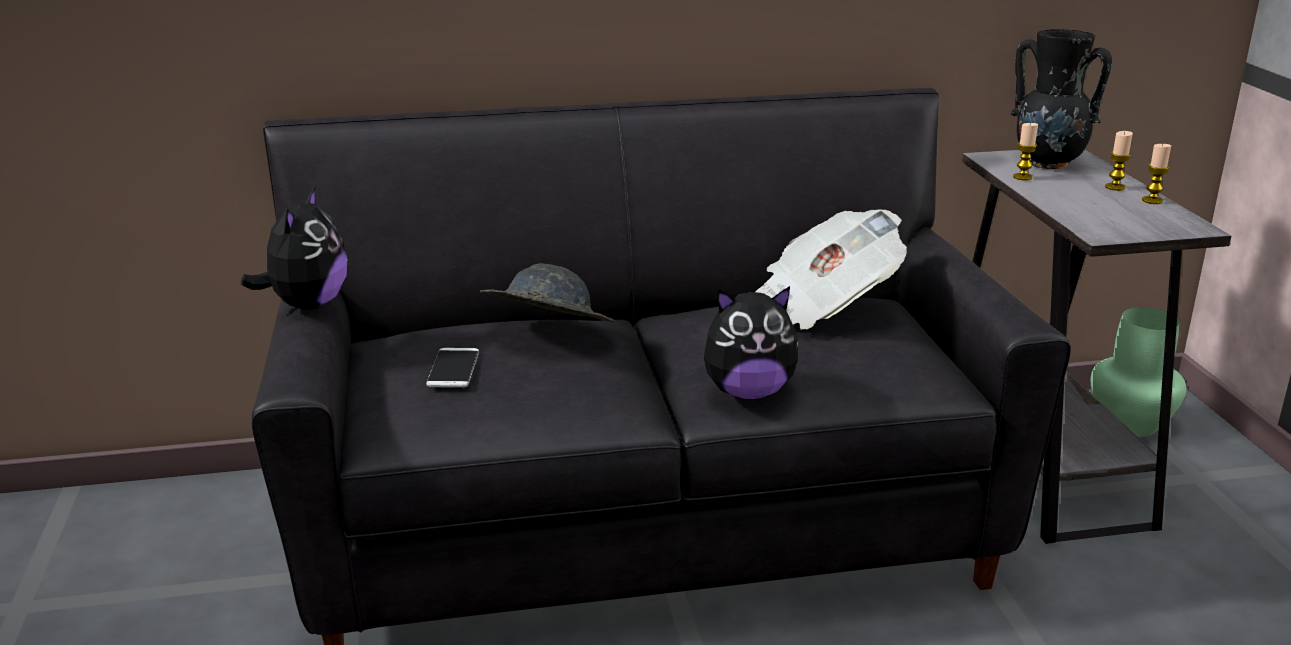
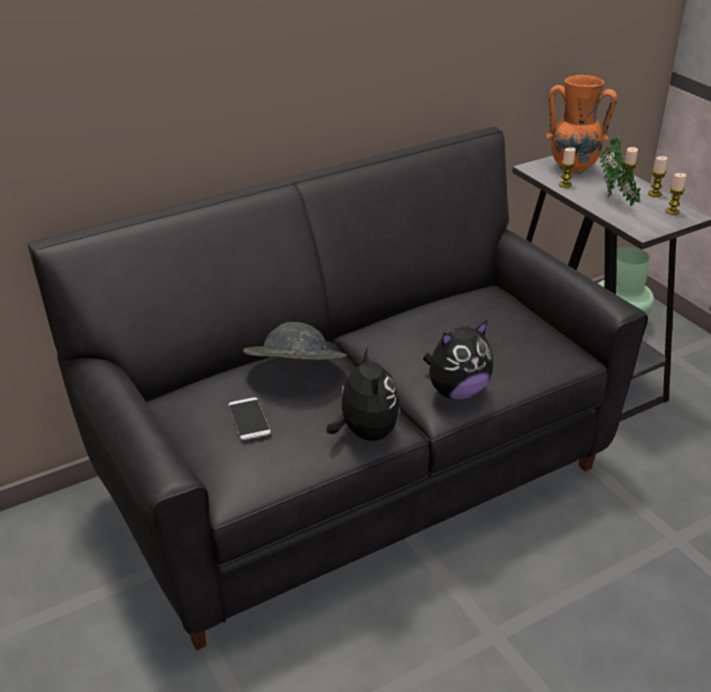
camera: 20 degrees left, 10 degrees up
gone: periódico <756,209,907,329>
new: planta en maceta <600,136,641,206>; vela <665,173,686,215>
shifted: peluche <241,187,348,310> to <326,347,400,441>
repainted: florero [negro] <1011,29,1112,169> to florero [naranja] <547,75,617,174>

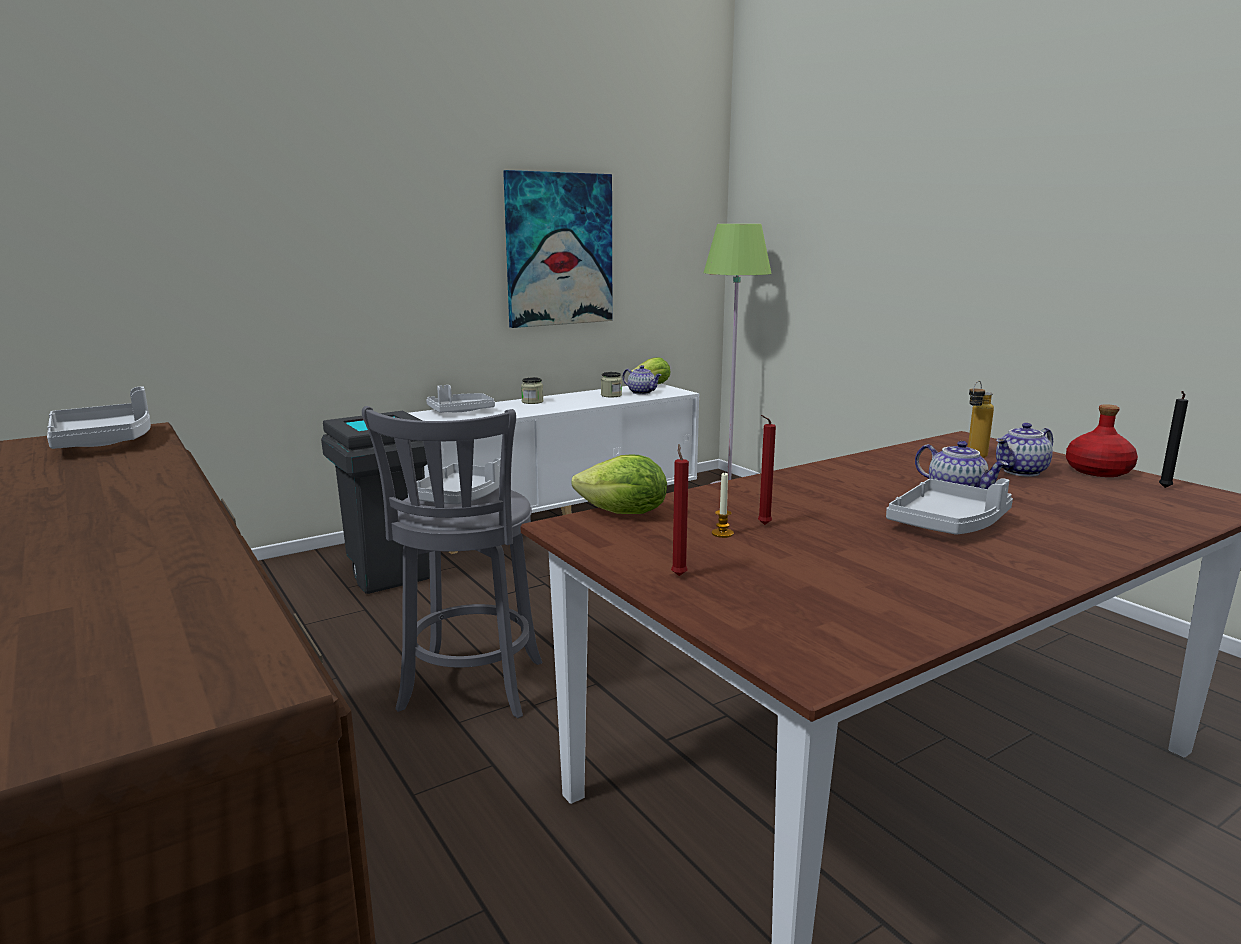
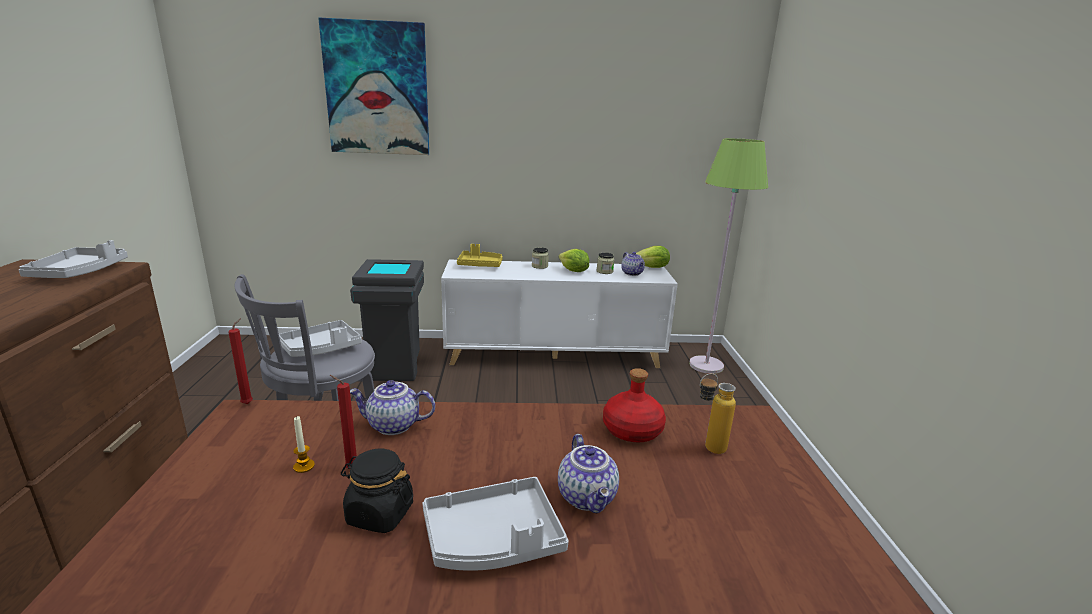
camera: 30 degrees right, 5 degrees up
gone: vela [negro] <1159,391,1188,488>
new: tarro [negro] <341,449,413,533>
shifted: cuadro <503,170,612,328> to <318,17,429,155>; lechuga <572,455,667,514> to <559,249,589,272>; vela [rojo] <671,444,689,576> to <228,318,253,404>; tetera <996,423,1053,477> to <350,380,435,435>; botella [rojo] <1066,404,1138,477> to <603,368,666,442>
repainted: bandeja [gris] <426,385,495,413> to bandeja [amarillo] <457,244,503,267>

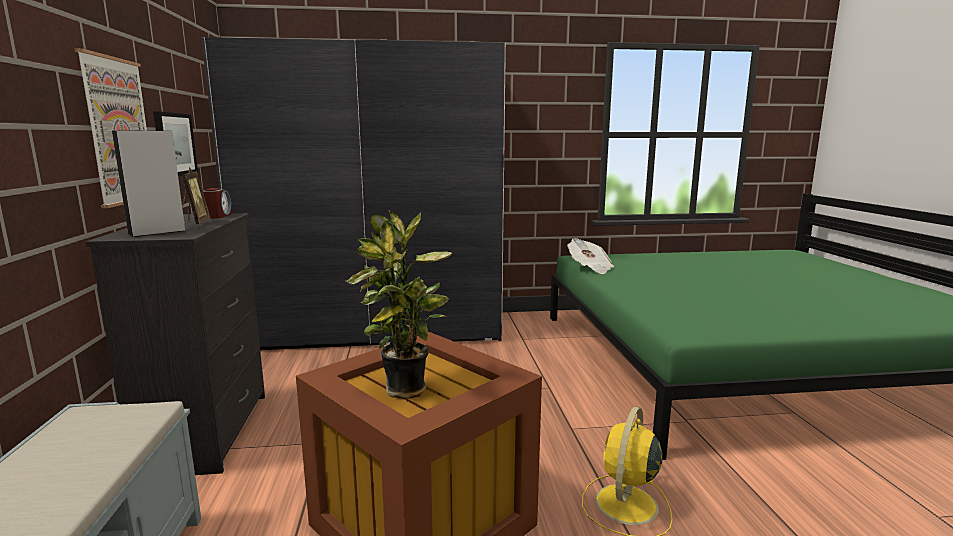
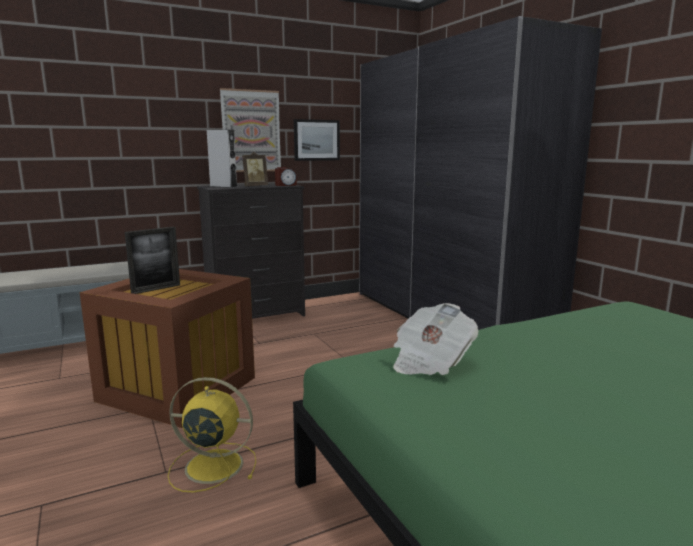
camera: 70 degrees right, 0 degrees up
shifted: periódico <567,238,614,274> to <393,303,479,375>
swapped: planta en maceta <346,211,452,399> to portarretratos <125,227,180,294>

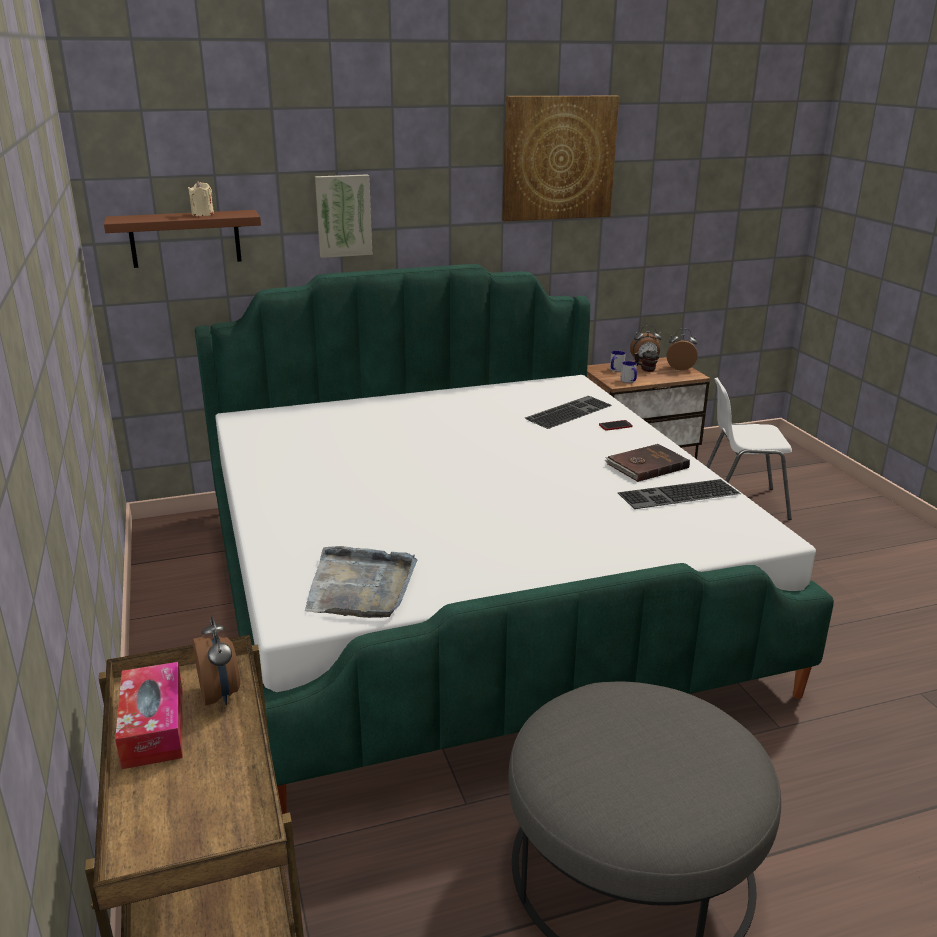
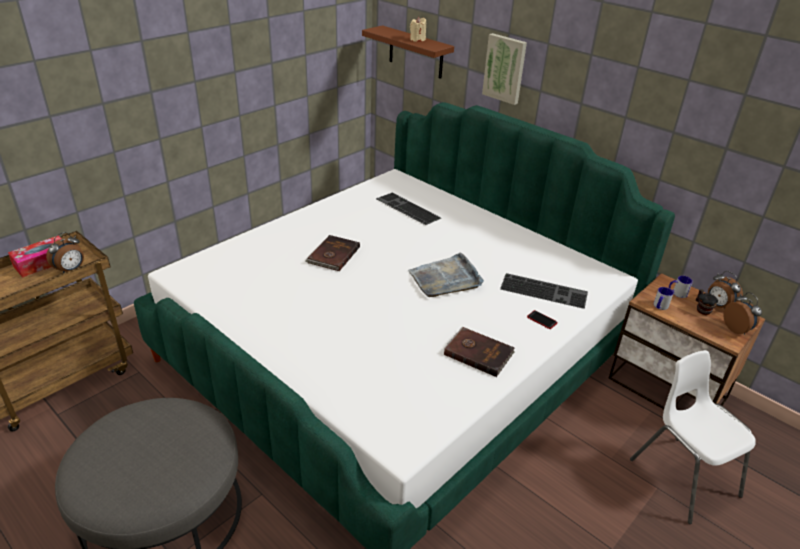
camera: 60 degrees right, 10 degrees up
gone: cuadro <502,96,620,221>
new: libro [marrón] <305,235,360,271>
shifted: bandeja [gris] <305,546,417,618> to <408,253,484,297>; teclado <618,479,741,509> to <376,193,441,225>

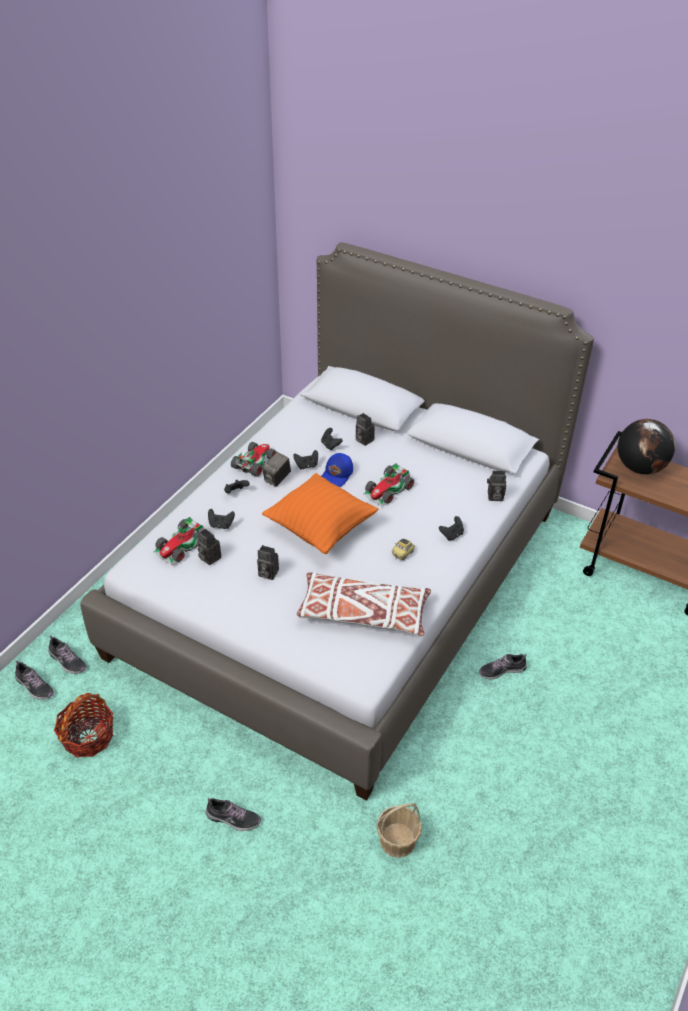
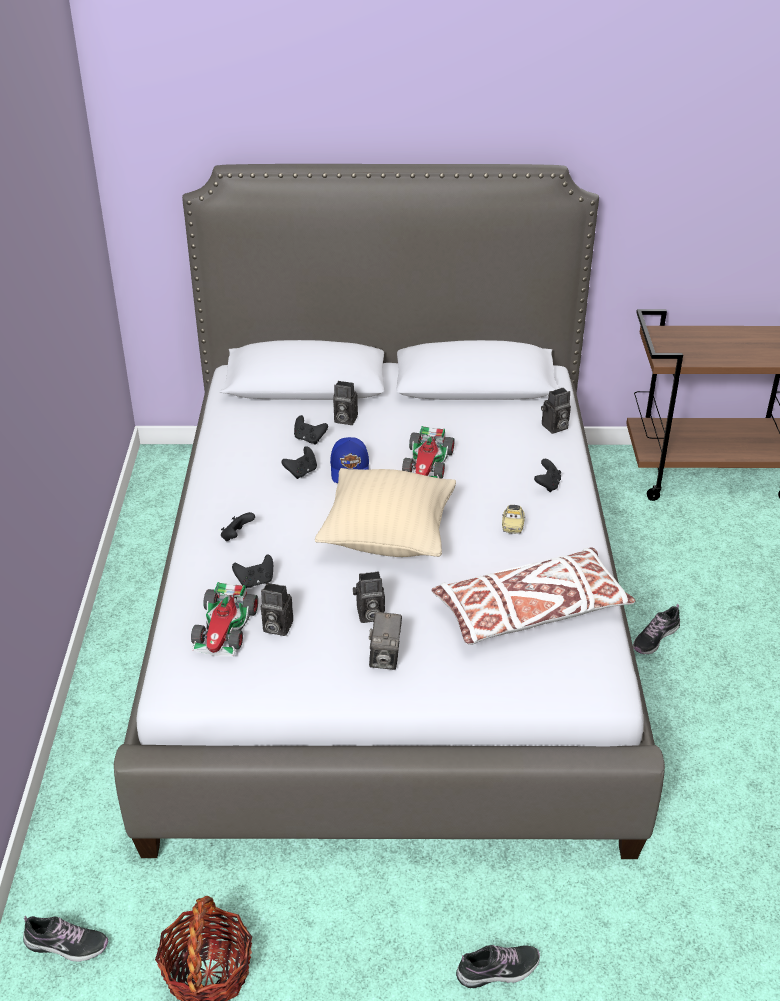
camera: 30 degrees left, 5 degrees down
gone: zapato <48,635,86,674>; coche de juguete <231,442,278,477>; cesta <376,803,422,858>; globo terráqueo <618,419,675,475>
shifted: cámara <262,452,291,487> to <369,612,402,670>
repainted: cojín [naranja] <262,473,378,554> to cojín [beis] <315,468,456,557>

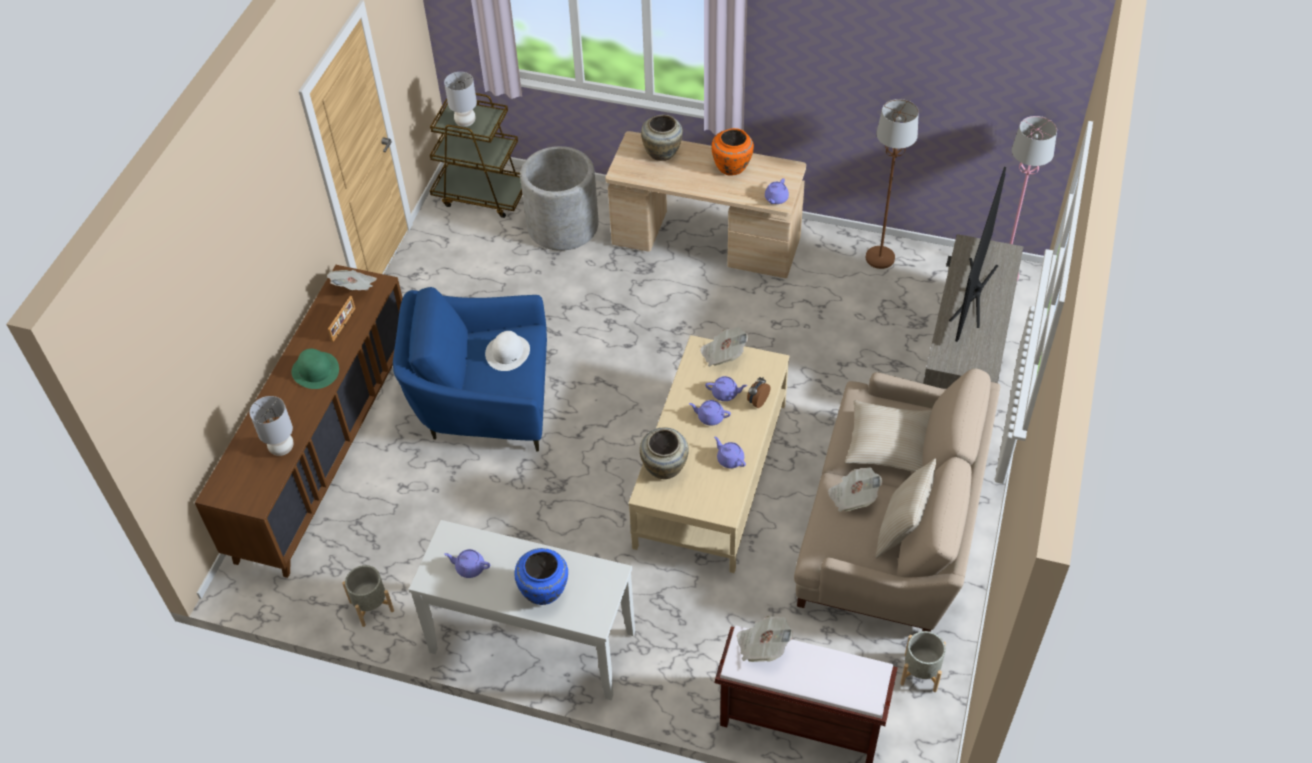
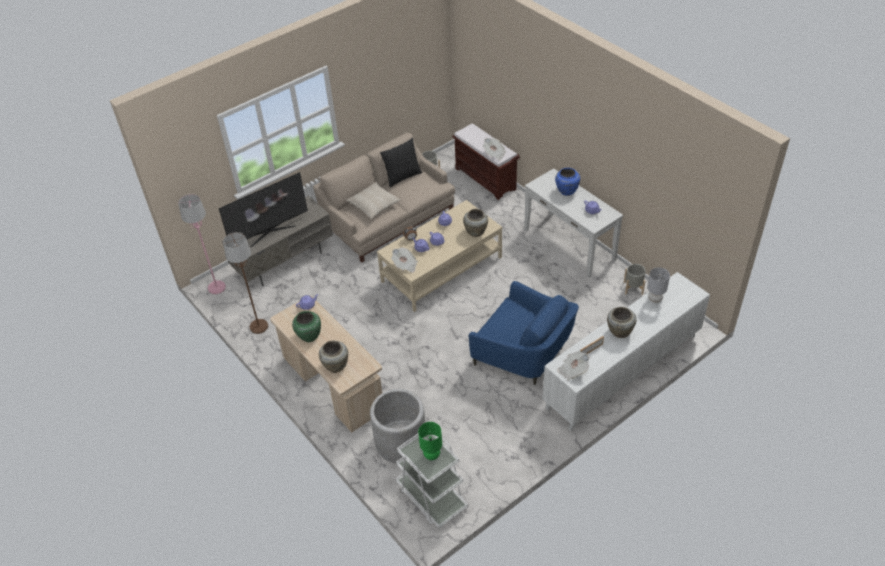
camera: 145 degrees left, 5 degrees down
gone: sombrero [blanco] <485,331,530,371>; periódico <828,467,883,512>
swapped: sombrero [verde] <291,349,339,389> to florero [beis] <607,307,636,338>
repainted: armario [marrón] <195,265,403,578> to armario [blanco] <542,272,710,431>; carrito [marrón] <430,93,523,218> to carrito [blanco] <396,434,468,528>; lámpara de mesa [gris] <444,72,477,127> to lámpara de mesa [verde] <418,422,442,460>; florero [naranja] <711,128,754,176> to florero [verde] <292,311,321,342>; cojín [beis] <875,458,937,558> to cojín [negro] <380,138,422,187>

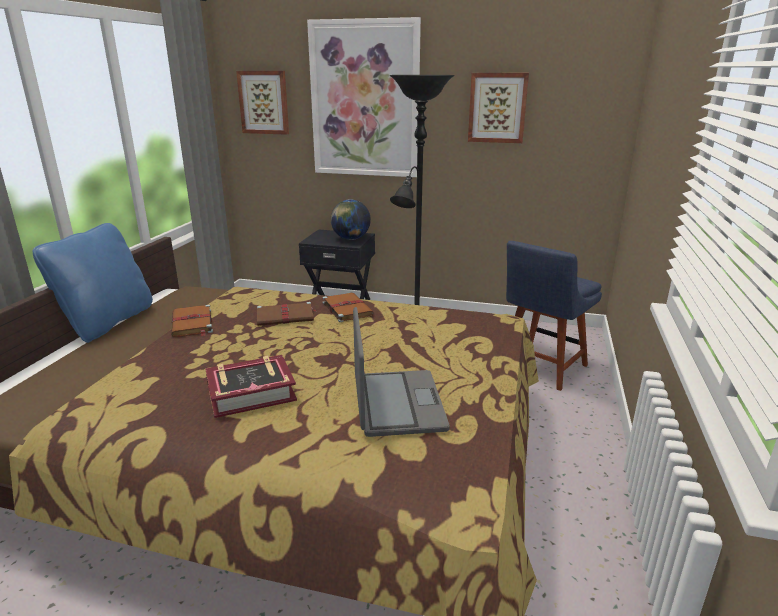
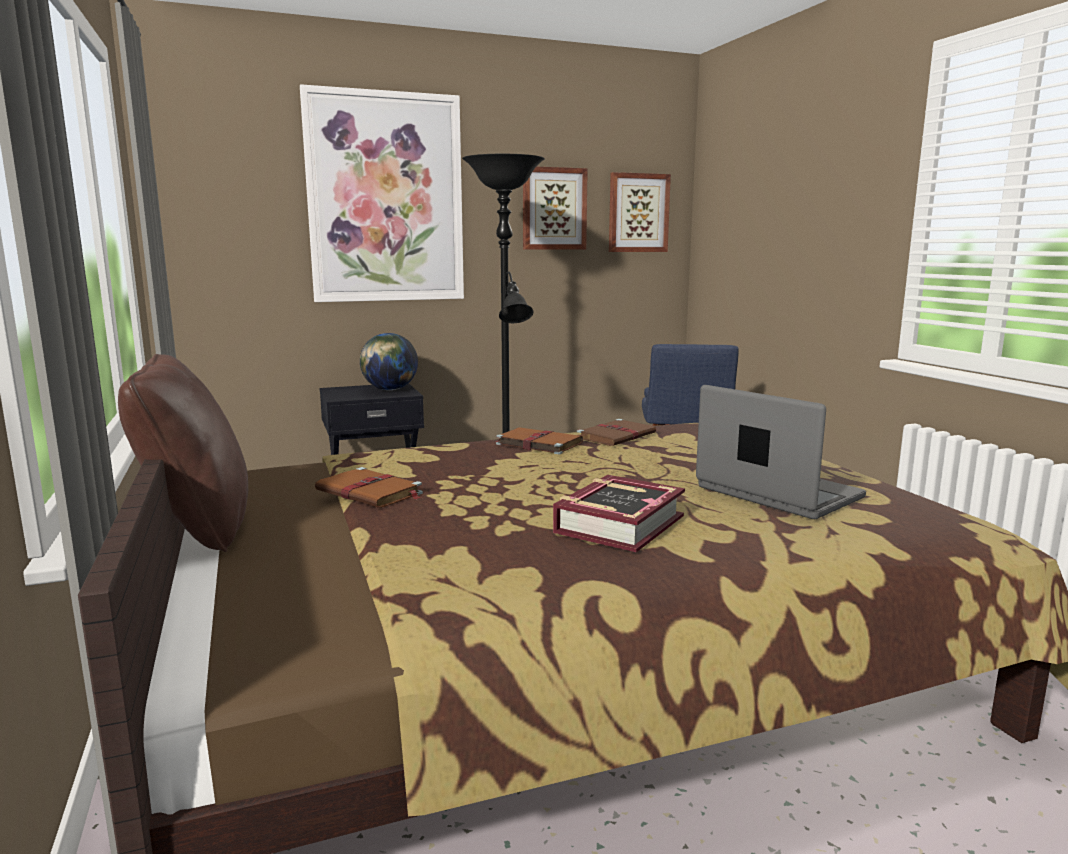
camera: 35 degrees left, 10 degrees down
shifted: cuadro <236,71,289,135> to <609,172,671,252>; libro [marrón] <257,302,315,326> to <577,419,656,446>
repainted: cojín [azul] <33,223,153,343> to cojín [marrón] <118,354,248,552>

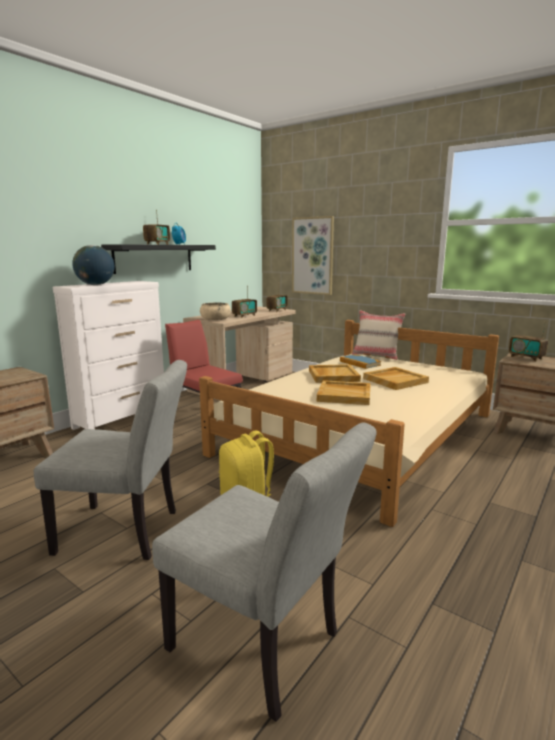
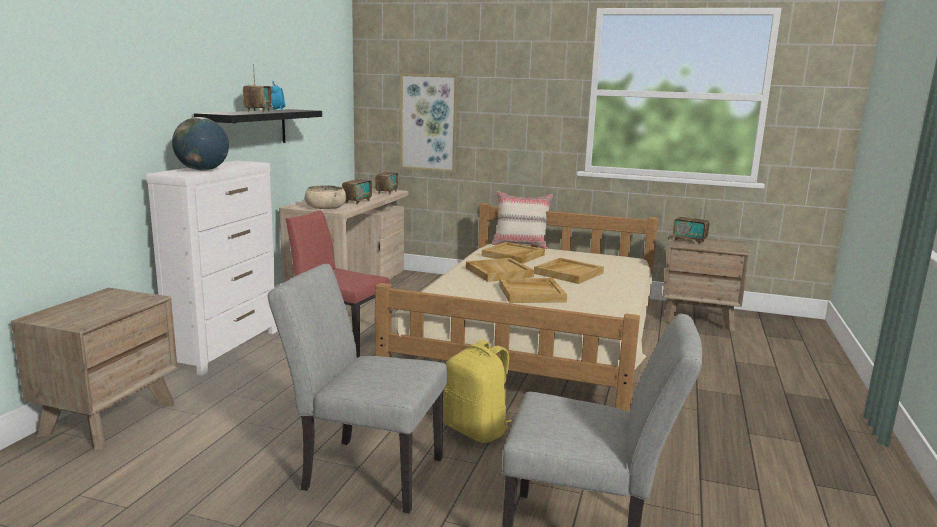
camera: 20 degrees left, 0 degrees up
swapped: libro <340,354,381,369> to bandeja [beis] <482,242,545,264>
rotated: silla [gris] <34,360,187,560> = <268,264,447,514> 150 degrees counterclockwise

